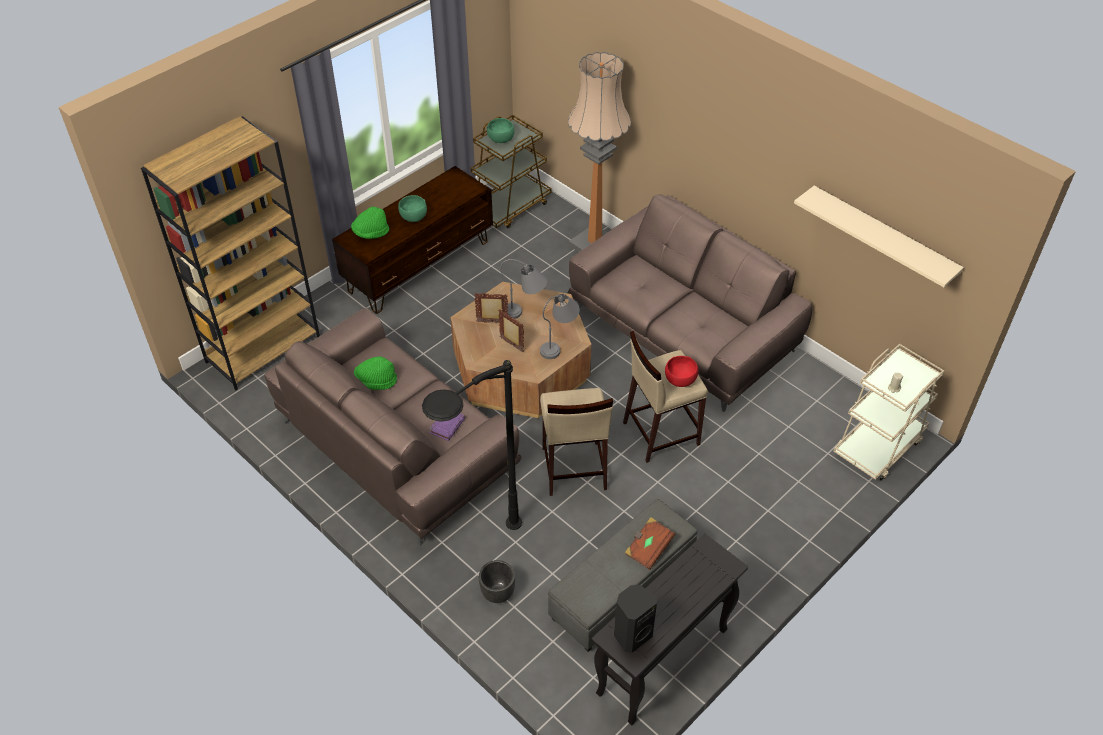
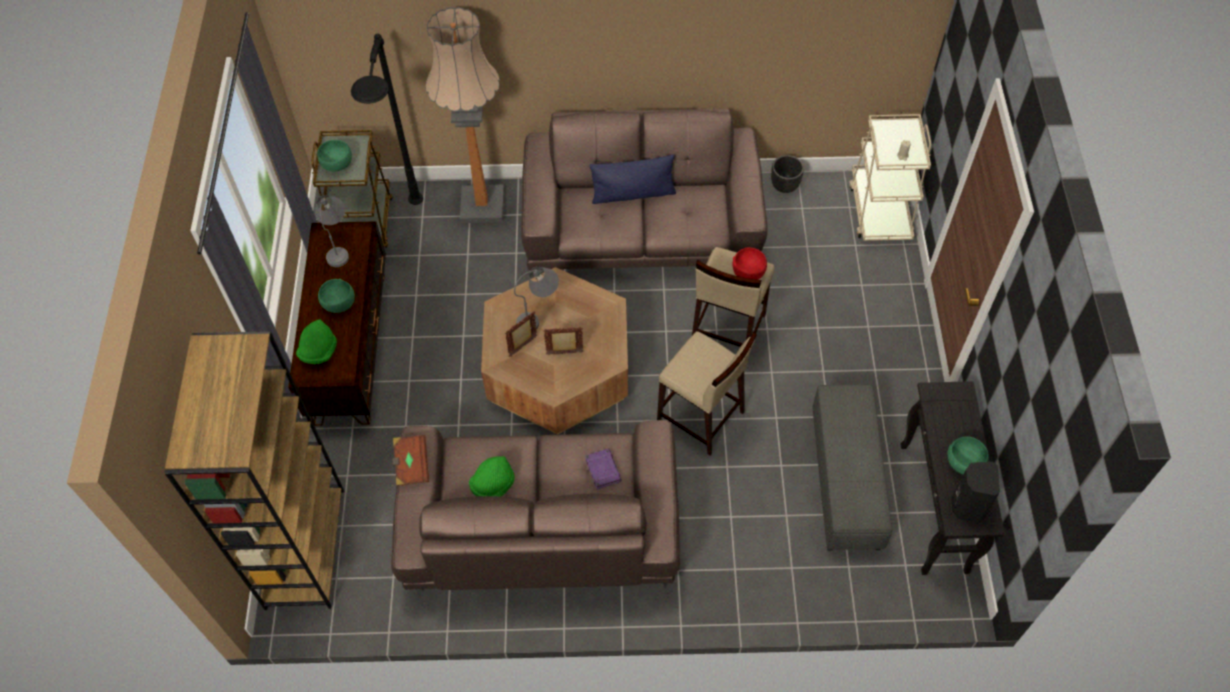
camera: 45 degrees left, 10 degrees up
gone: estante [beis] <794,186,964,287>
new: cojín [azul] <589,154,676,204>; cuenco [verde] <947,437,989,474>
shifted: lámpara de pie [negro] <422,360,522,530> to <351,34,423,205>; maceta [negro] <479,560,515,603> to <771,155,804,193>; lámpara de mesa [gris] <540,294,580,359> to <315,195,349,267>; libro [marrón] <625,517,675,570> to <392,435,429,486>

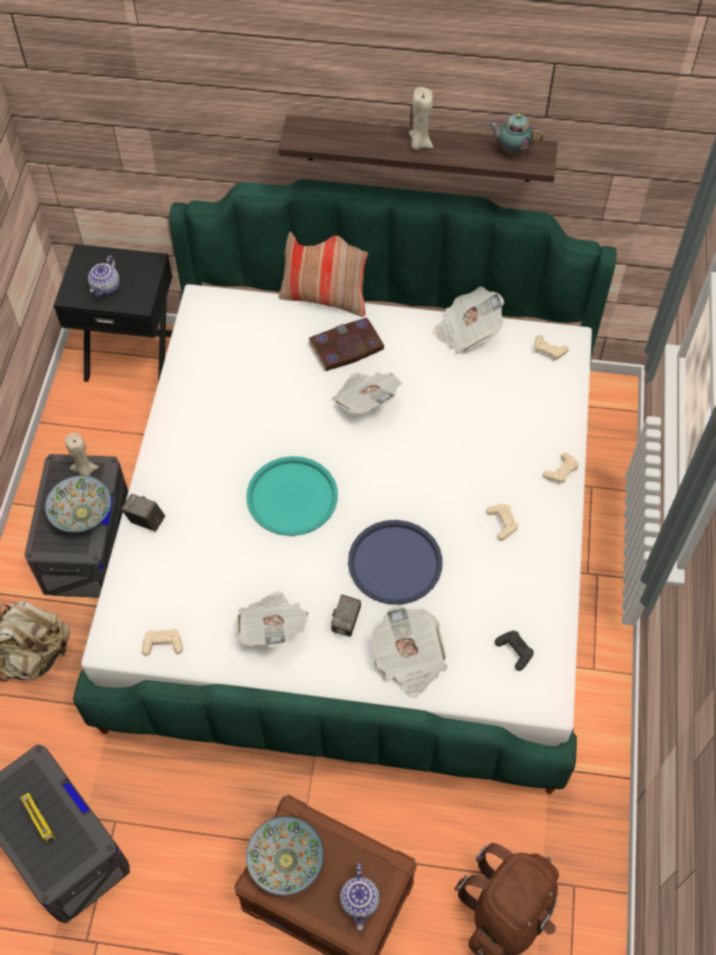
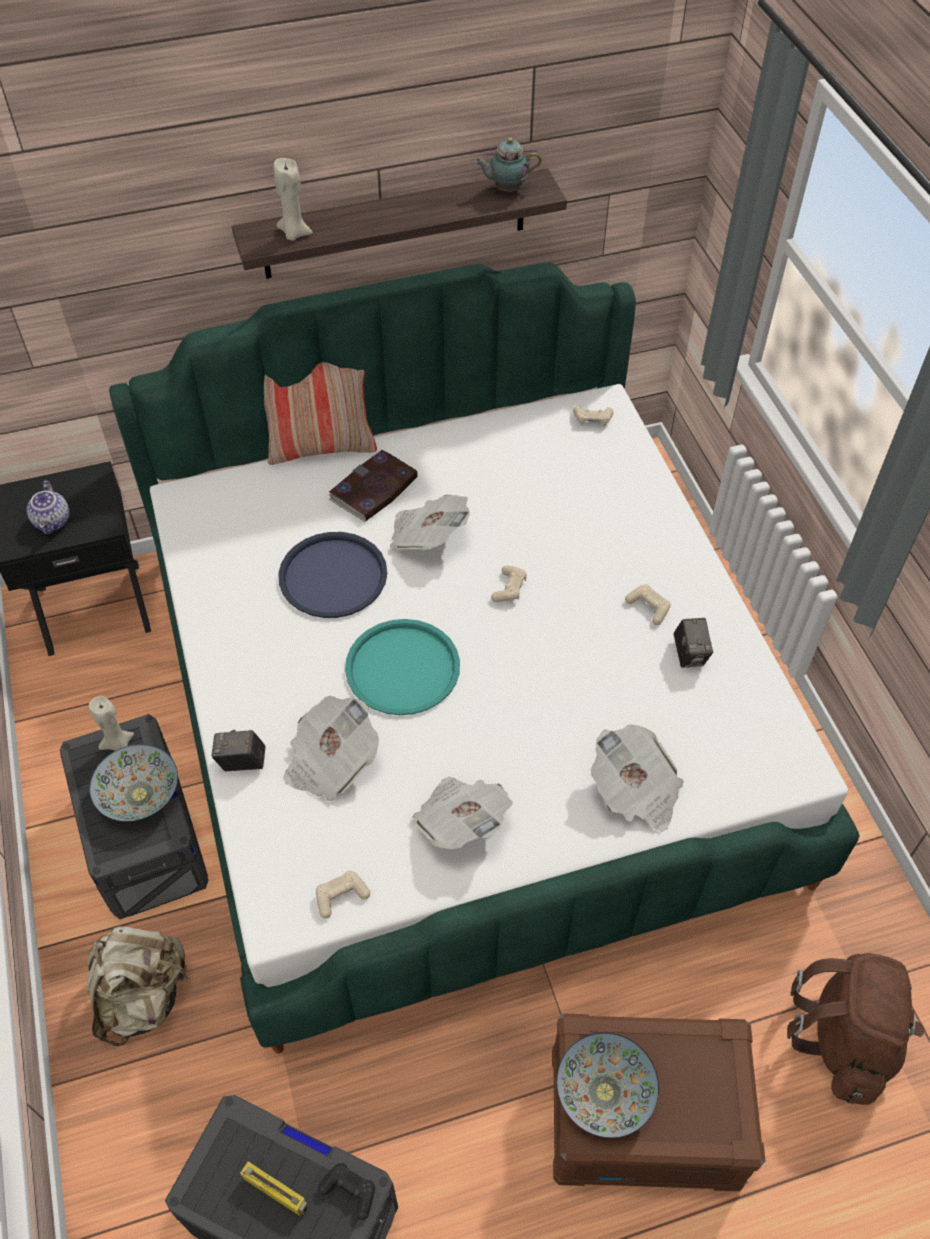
camera: 25 degrees left, 5 degrees down
gone: tetera <340,863,380,930>
shifted: cámara <331,595,361,637> to <674,618,713,668>; bandeja [azul] <348,520,443,605> to <278,532,387,618>; vela [beis] <409,87,433,150> to <273,158,313,241>; periódico <433,287,504,354> to <283,695,379,801>; mando de consola [negro] <495,631,534,671> to <318,1163,375,1220>; mando de consola [beis] <543,452,579,483> to <491,565,527,602>

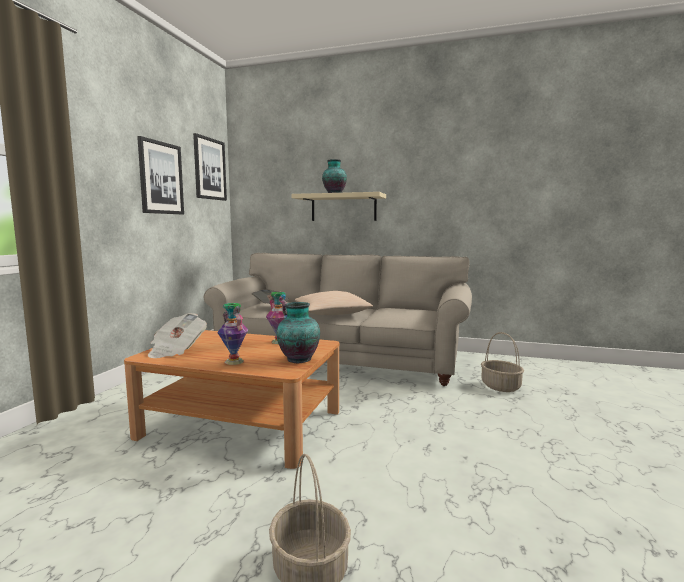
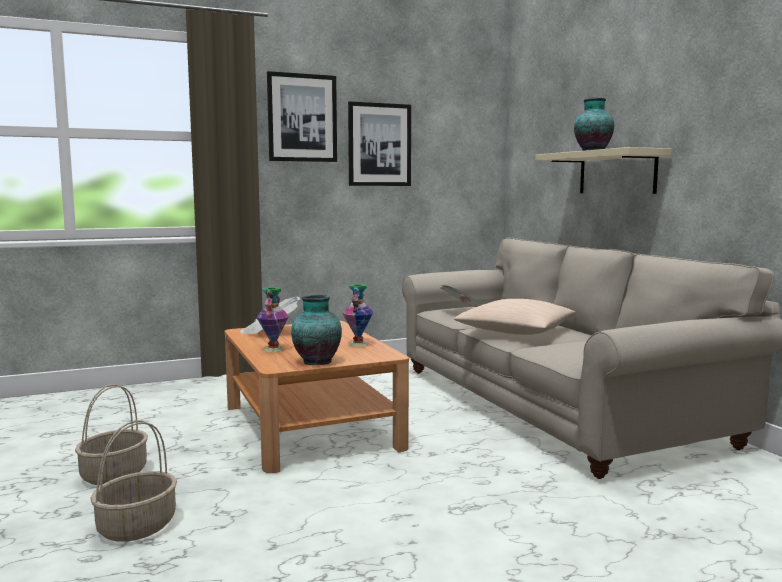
camera: 50 degrees right, 0 degrees up
shifted: cuadro <193,133,227,201> to <267,71,337,162>; cesta <481,332,524,392> to <75,384,148,485>

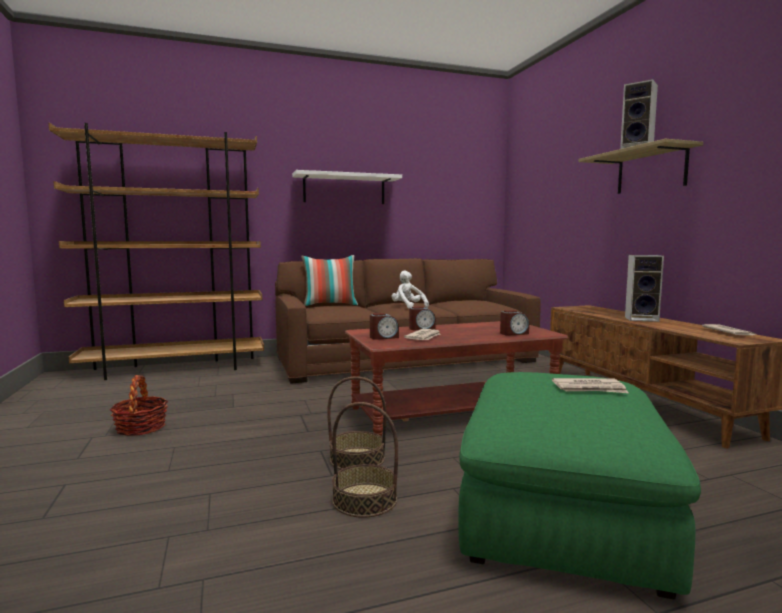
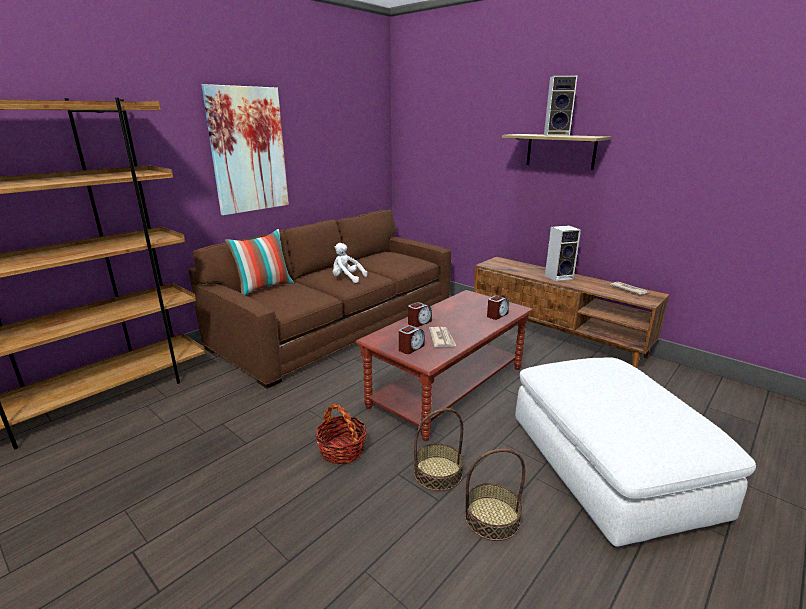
camera: 30 degrees left, 15 degrees up
gone: periódico <552,378,629,393>
shifted: cesta <110,375,168,436> to <316,403,366,465>
swapped: estante [blanco] <292,170,402,204> to cuadro <202,84,289,215>
repainted: puf [verde] <458,372,701,599> to puf [blanco] <515,357,756,547>

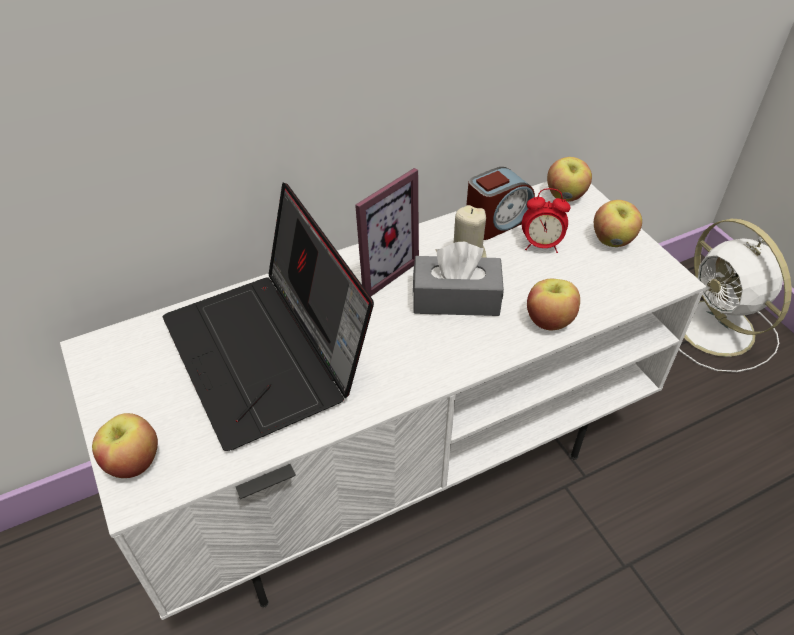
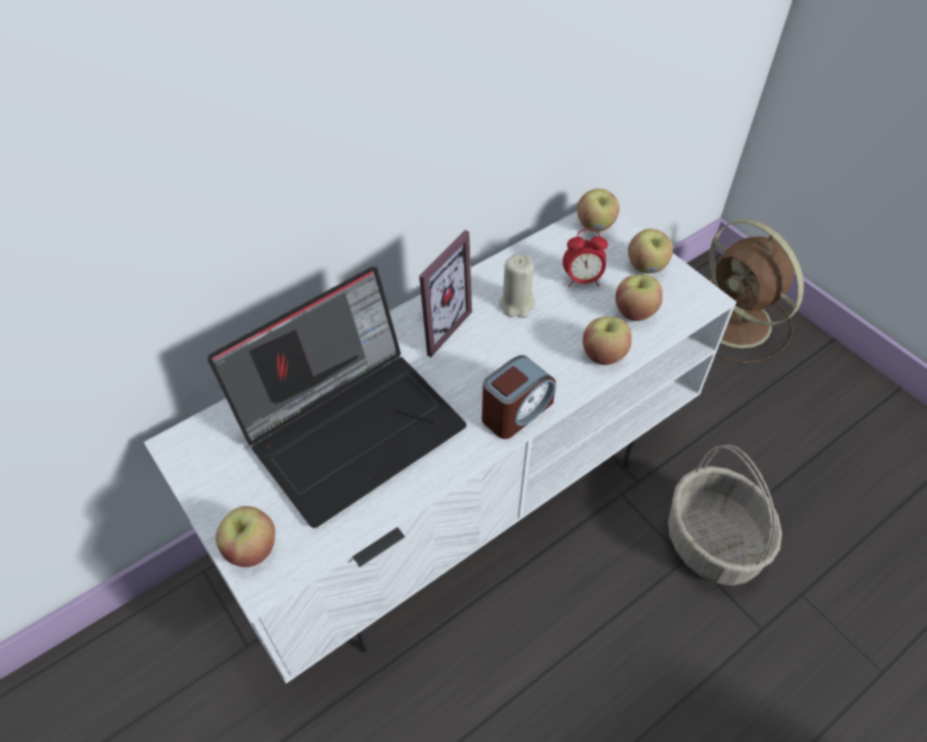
camera: 10 degrees left, 5 degrees up
gone: caja de pañuelos [gris] <413,242,504,316>
new: manzana <616,275,663,321>; cesta <668,444,782,586>
shifted: despertador <466,167,535,240> to <482,355,556,439>
repainted: ventilador [blanco] <679,219,792,372> to ventilador [marrón] <709,219,804,363>
rotated: portátil <163,182,374,451> = <208,267,467,528> 90 degrees counterclockwise

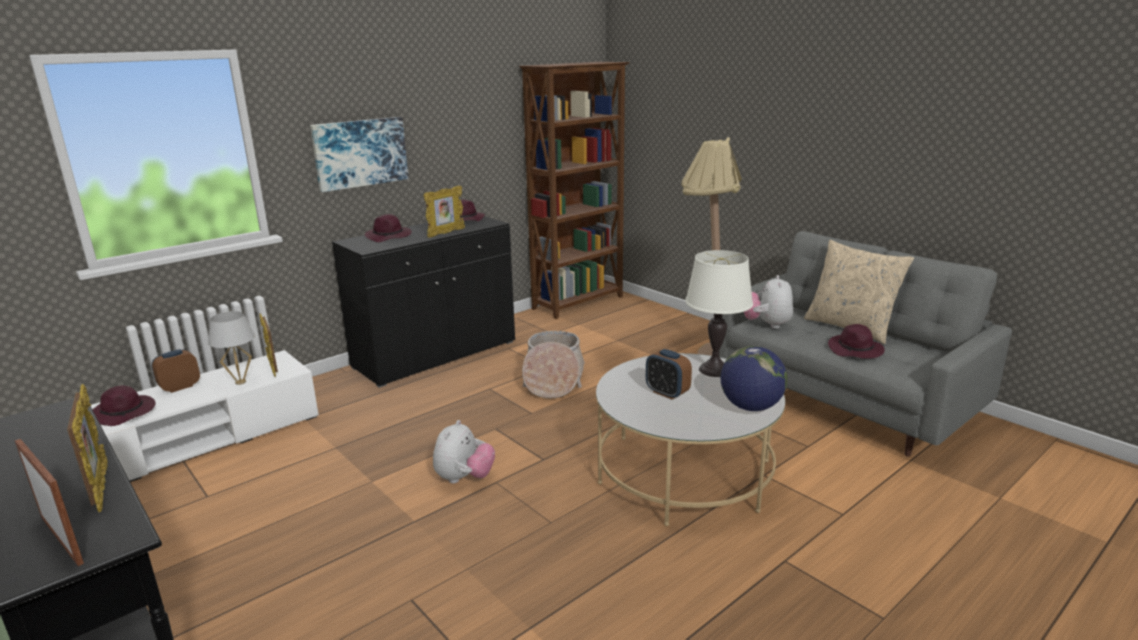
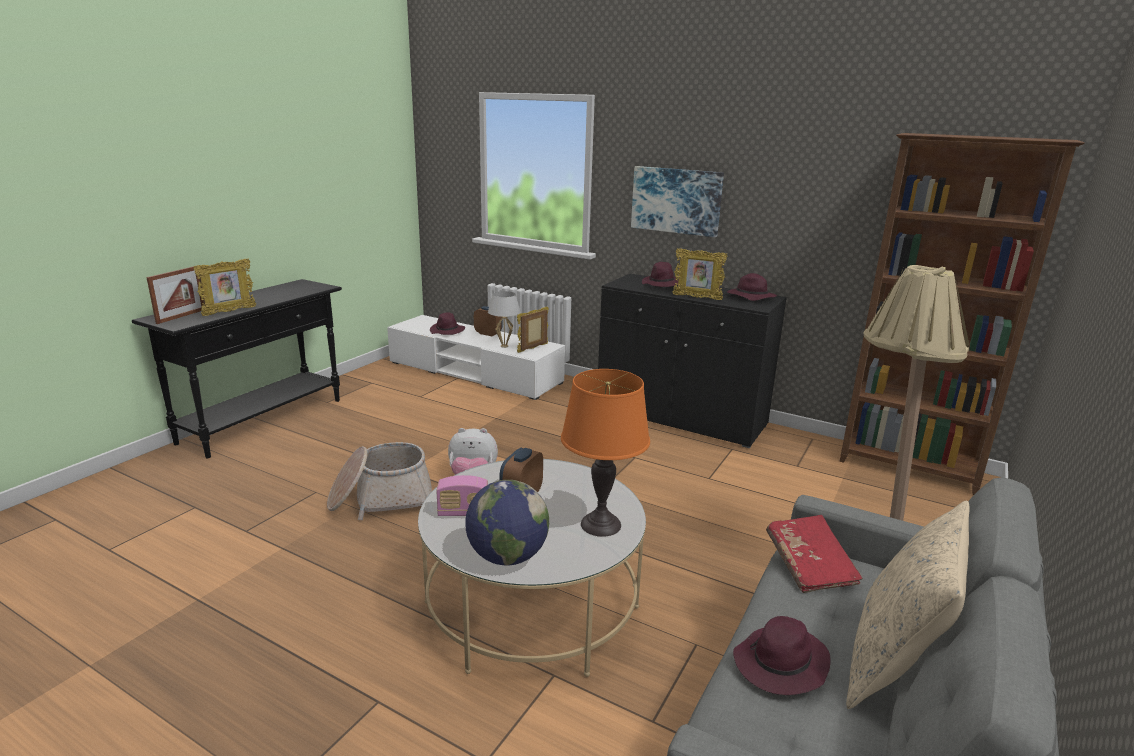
camera: 70 degrees right, 0 degrees up
new: radio <436,475,488,516>
shifted: cesta <522,331,585,399> to <327,442,432,520>
swapped: peluche <744,275,793,329> to libro [rojo] <766,515,863,593>
repainted: lámpara de mesa [blanco] <685,250,753,377> to lámpara de mesa [naranja] <561,369,650,537>

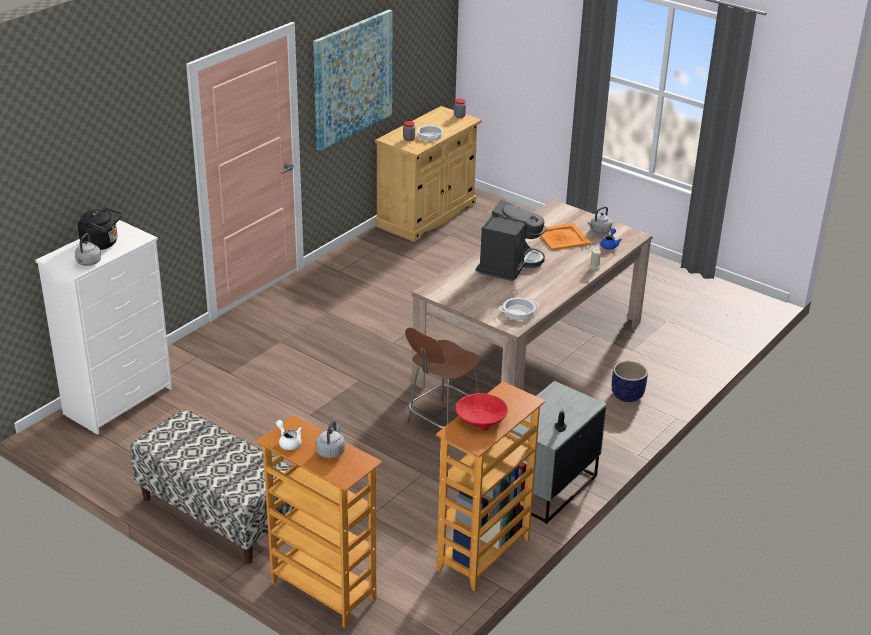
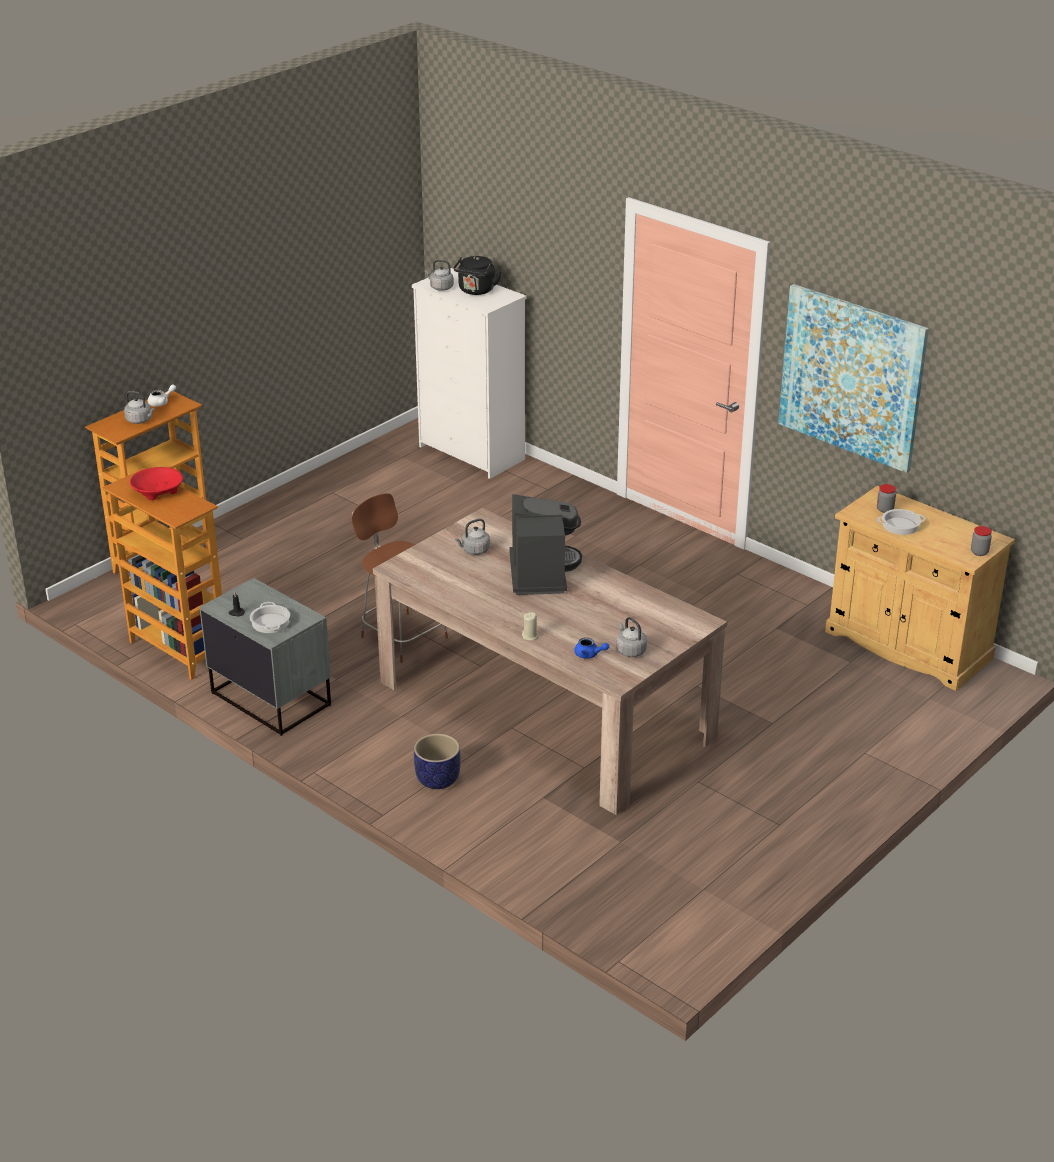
camera: 95 degrees right, 0 degrees up
gone: banco <131,409,294,564>; bandeja [naranja] <540,223,591,250>
new: hervidor [gris] <455,519,490,555>
shifted: olla <499,298,539,320> to <250,602,290,633>
rotated: cafetera <476,200,546,281> = <509,494,582,595> 120 degrees counterclockwise

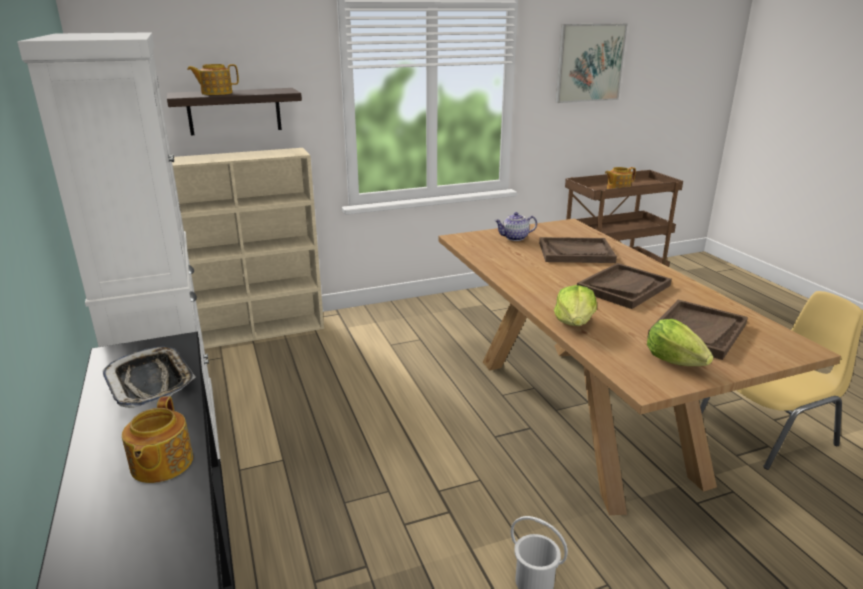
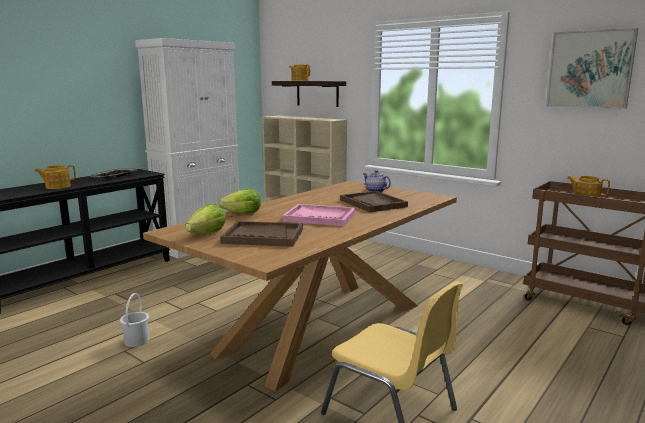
camera: 60 degrees right, 10 degrees down
repainted: bandeja [marrón] <577,263,672,309> to bandeja [rosa] <282,204,355,226>

